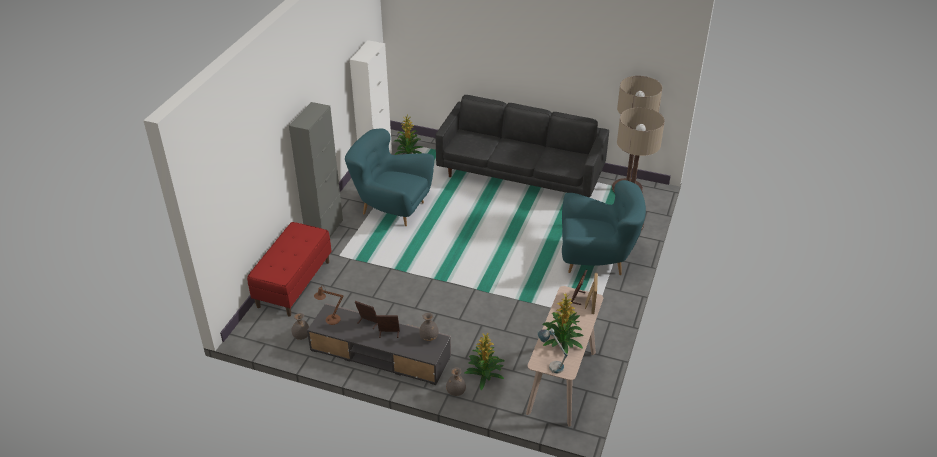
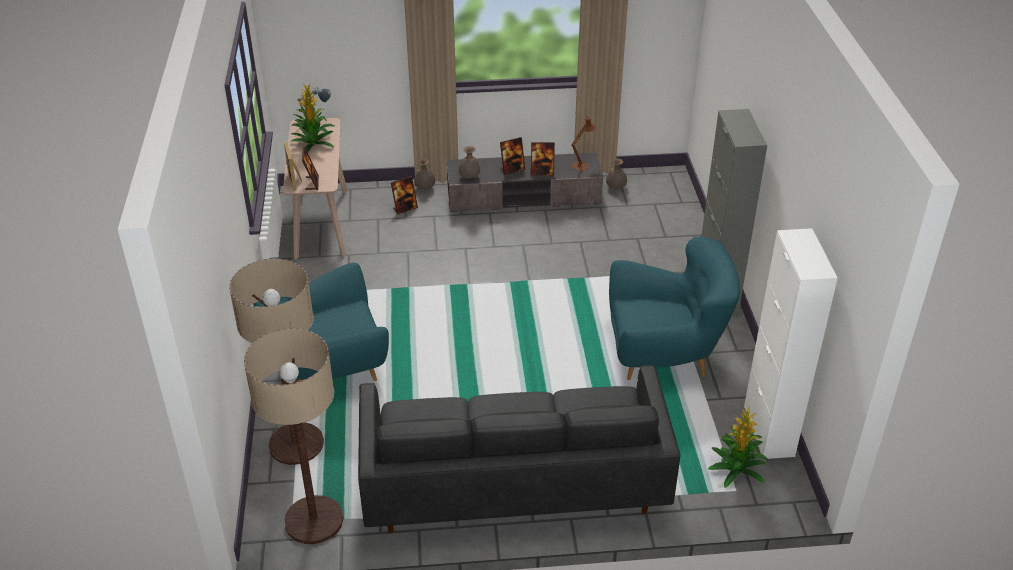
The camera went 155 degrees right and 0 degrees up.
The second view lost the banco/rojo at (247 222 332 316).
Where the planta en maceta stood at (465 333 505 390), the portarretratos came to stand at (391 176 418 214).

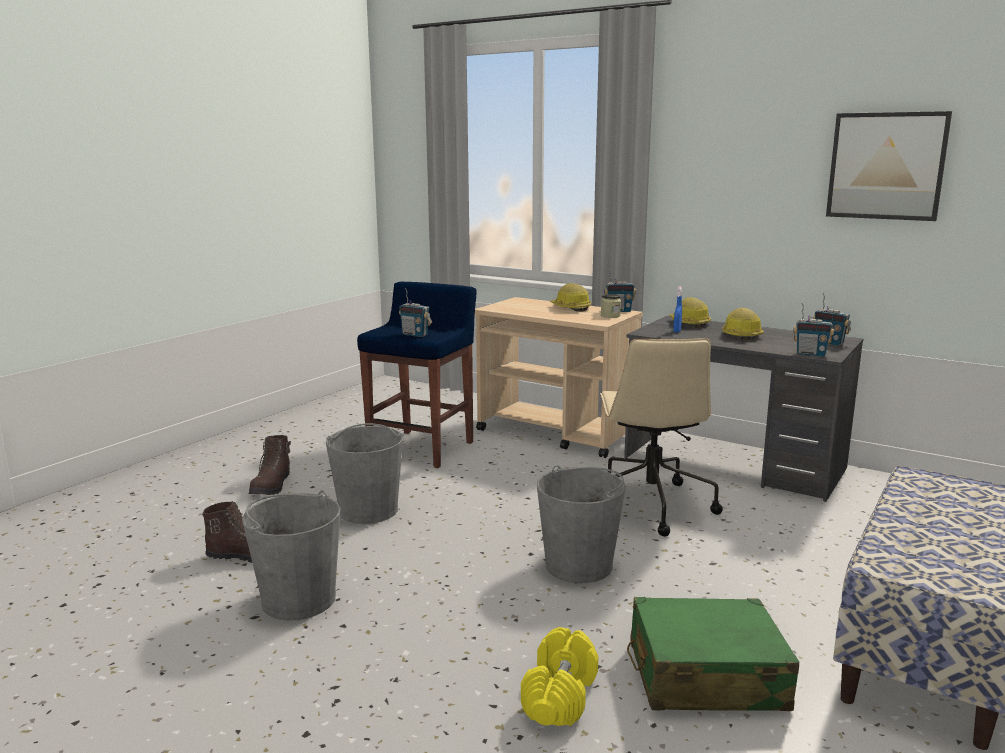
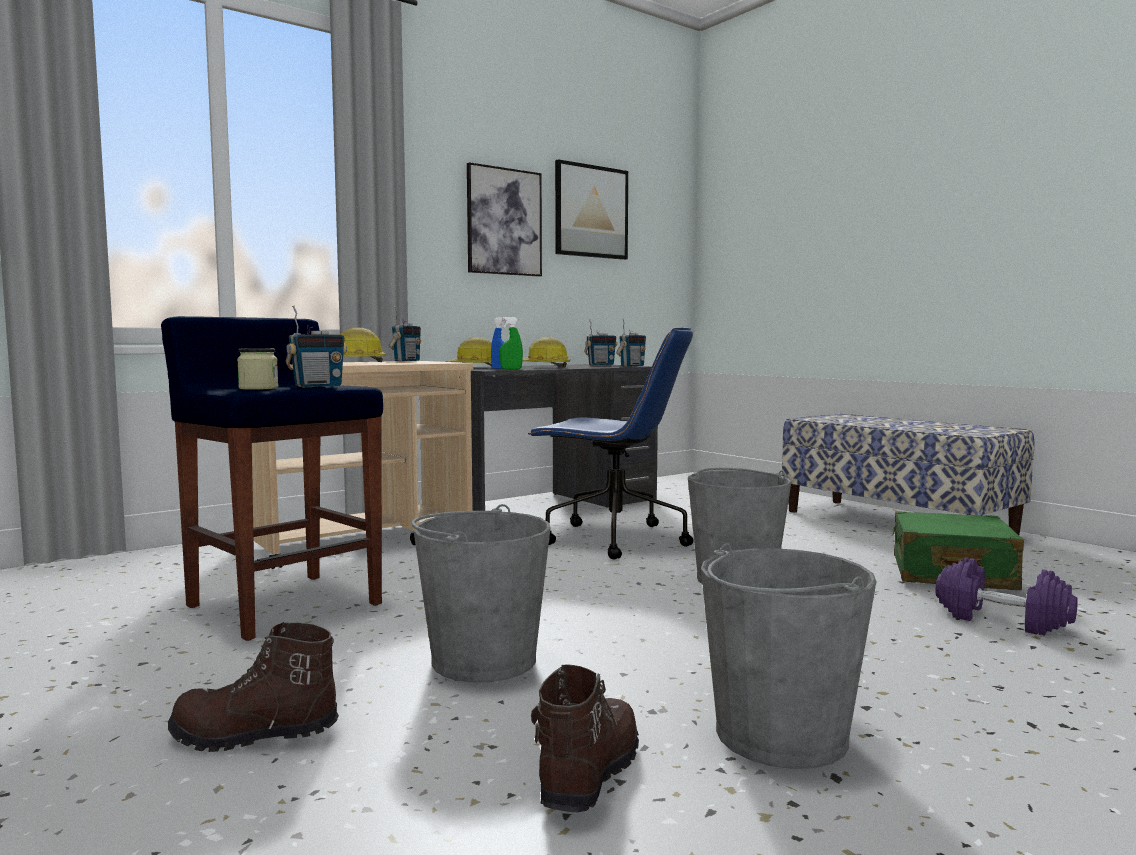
The camera went 70 degrees left and 10 degrees down.
The second view gained the cuadro at (467 162 542 277).
The second view gained the pulverizador/verde at (500 317 523 369).
The tarro ended up elsewhere, having gone from (601 294 621 318) to (237 348 278 390).
What was the mancuerna/amarillo at (521 627 598 726) turned into the mancuerna/morado at (936 557 1078 636).
What was the silla de oficina/beis at (600 338 723 536) turned into the silla de oficina/azul at (528 327 694 559).
The bota/marrón at (249 435 291 495) ended up facing another way, 150 degrees clockwise from before.

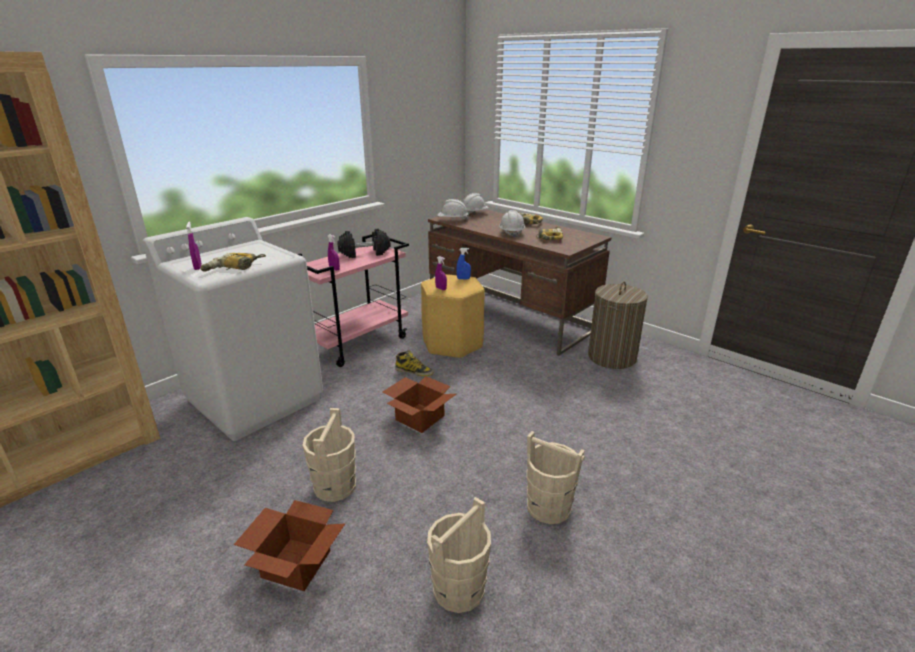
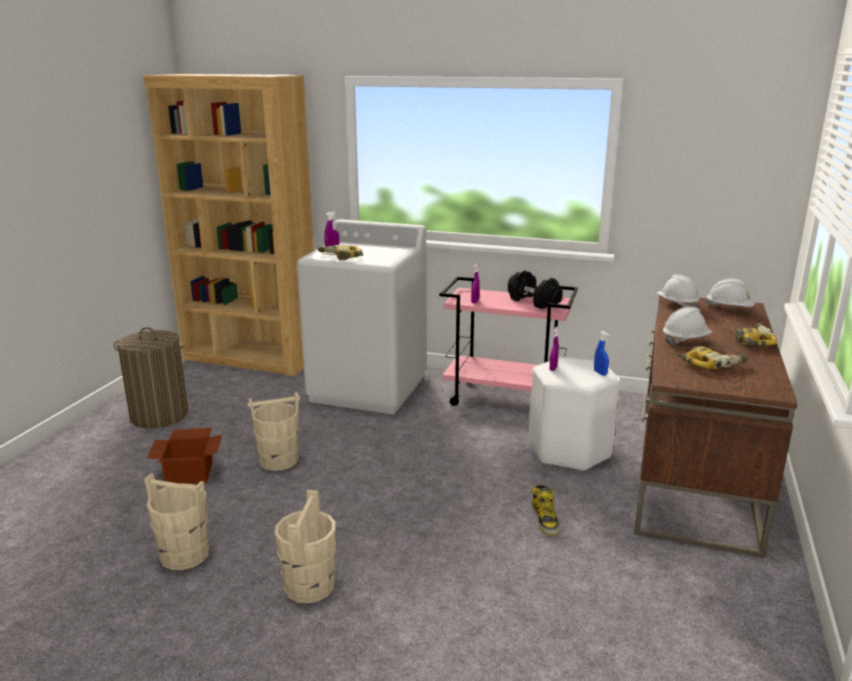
The camera went 65 degrees right and 5 degrees down.
The second view lost the caja de cartón at (382 376 456 433).
The bota ended up elsewhere, having gone from (395 350 434 376) to (531 485 559 535).
The cesto de la ropa ended up elsewhere, having gone from (588 281 648 369) to (114 327 188 429).
What was the taburete/amarillo at (421 274 485 358) turned into the taburete/blanco at (529 357 620 471).

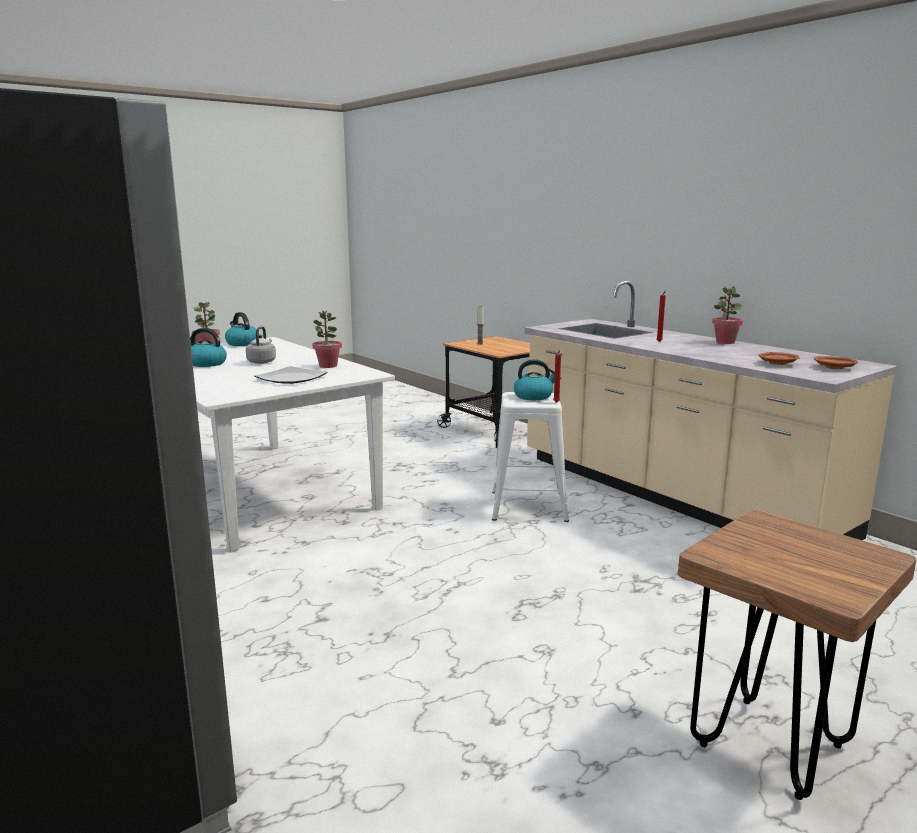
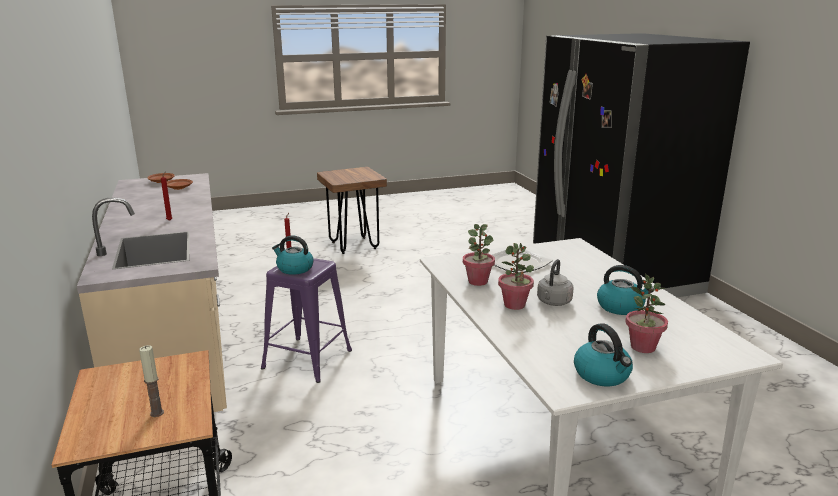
The camera went 160 degrees left and 5 degrees up.
The planta en maceta ended up elsewhere, having gone from (712 286 743 344) to (498 243 534 310).
What was the taburete/blanco at (492 392 569 522) turned into the taburete/morado at (261 258 352 383).

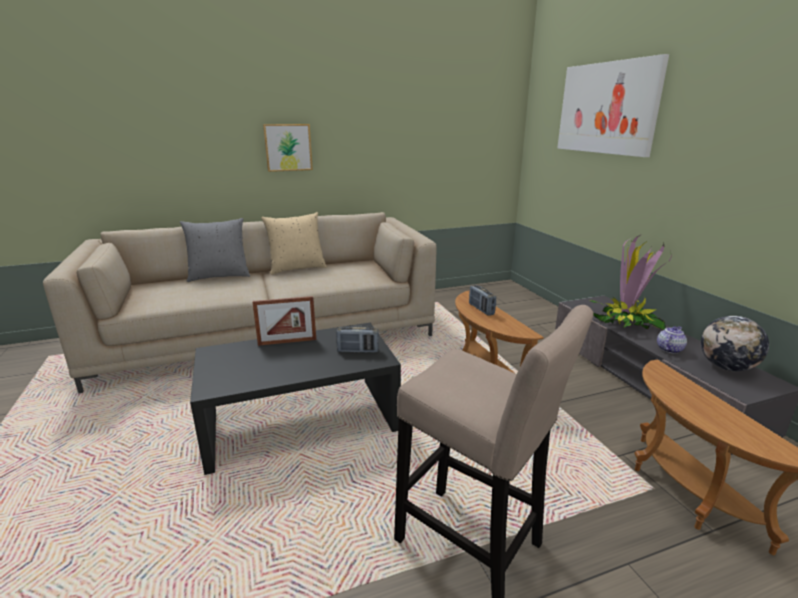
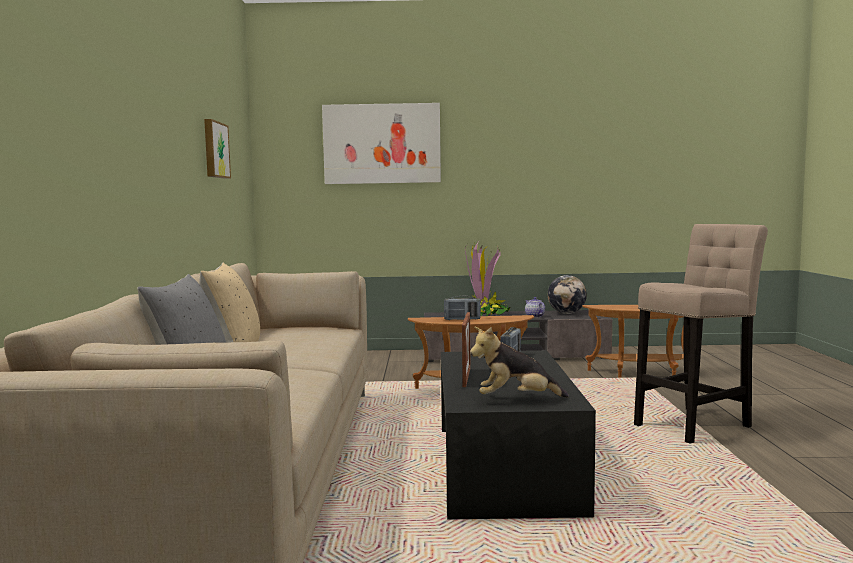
The camera went 70 degrees left and 15 degrees down.
The second view gained the peluche at (470 326 569 398).
The cuadro ended up elsewhere, having gone from (263 124 313 172) to (204 119 231 179).

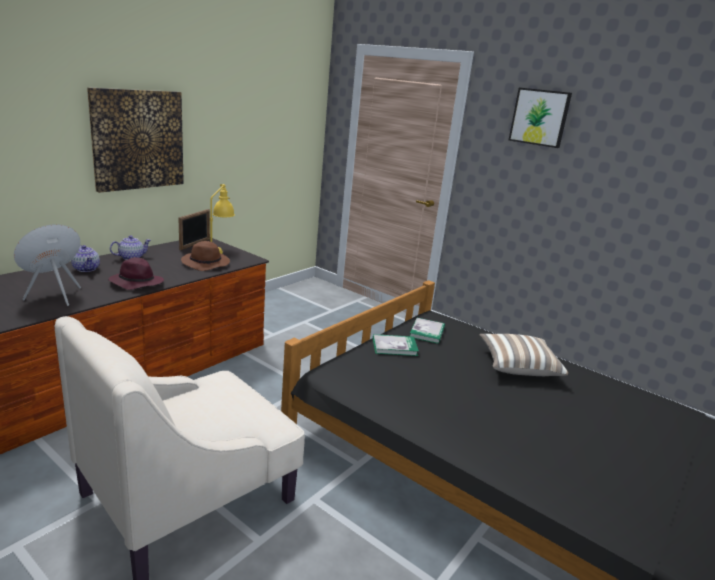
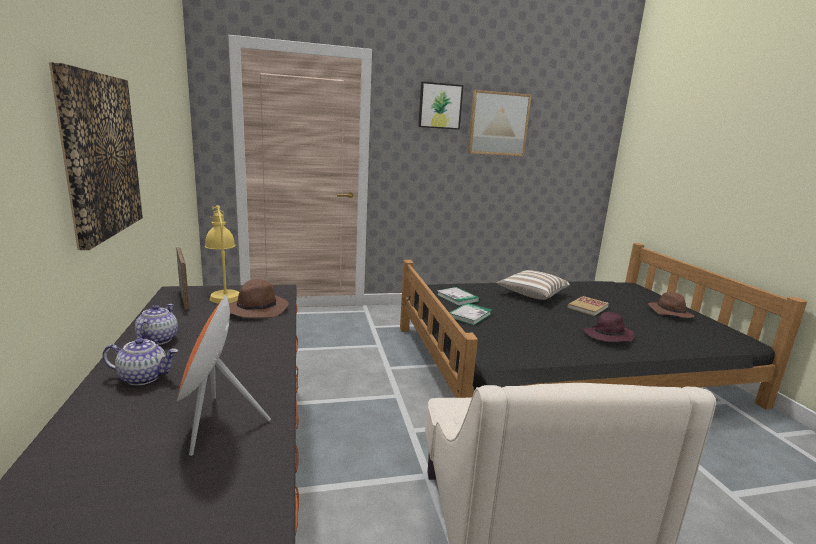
The camera went 50 degrees left and 5 degrees down.
The second view gained the cuadro at (468 90 532 156).
The second view gained the libro at (567 296 609 316).
The second view gained the sombrero/marrón at (648 292 694 318).
The sombrero/morado ended up elsewhere, having gone from (108 257 164 290) to (584 312 635 342).

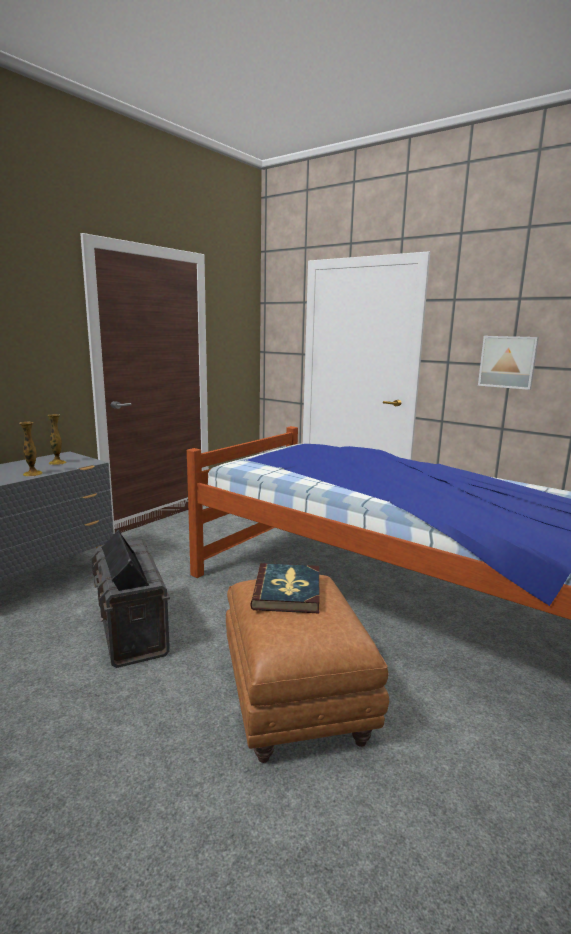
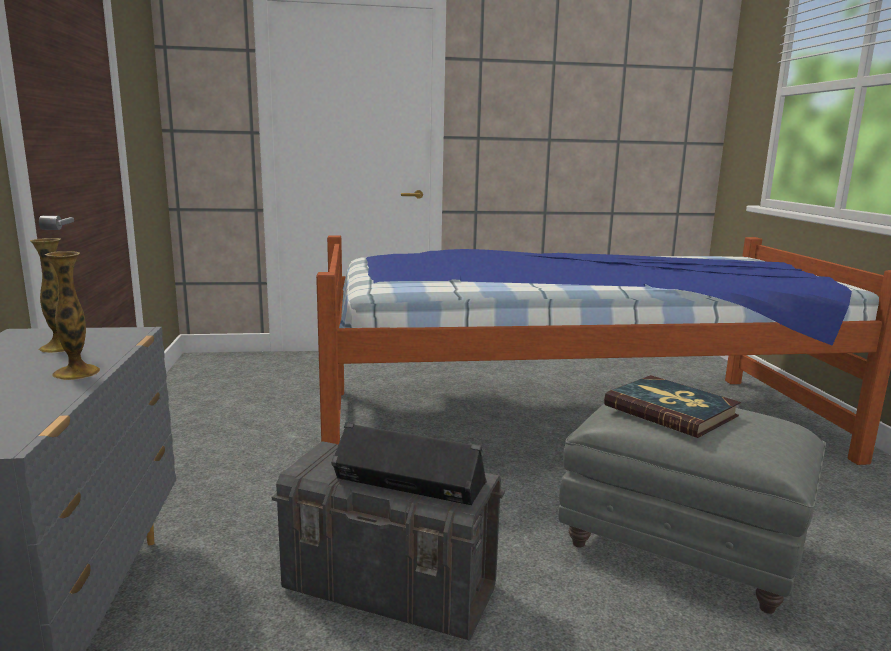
The camera went 45 degrees left and 0 degrees up.
The second view lost the cuadro at (478 336 539 390).
What was the puf/marrón at (226 575 389 763) turned into the puf/gris at (558 404 826 614).

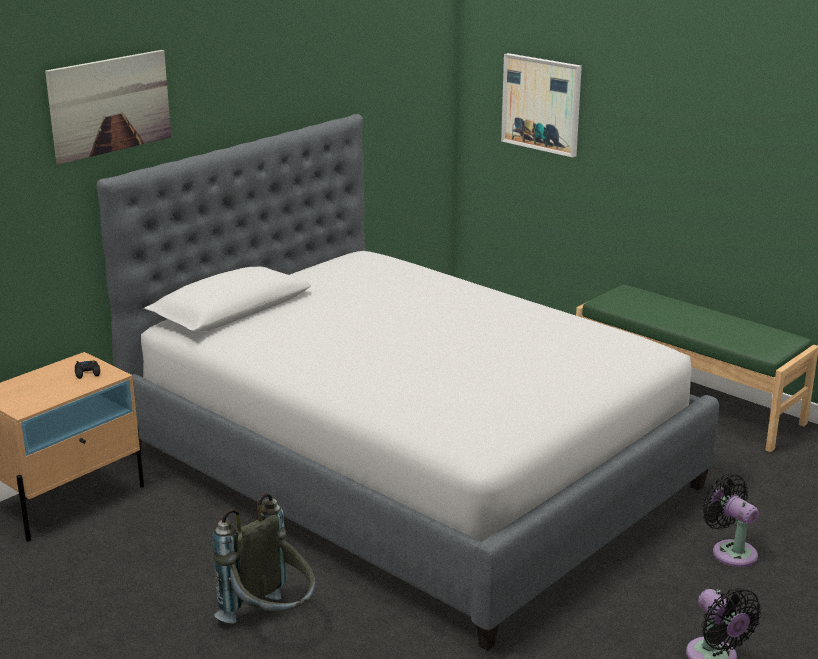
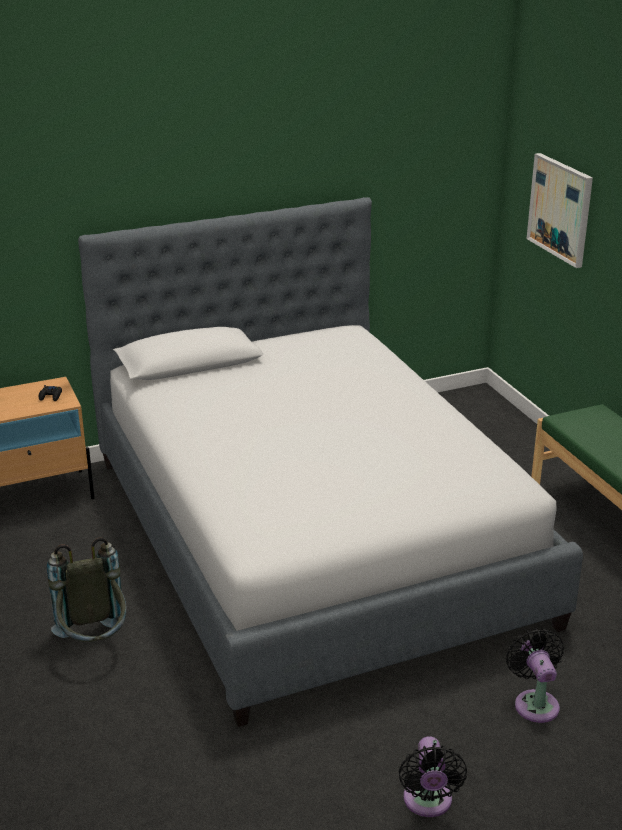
The camera went 25 degrees right and 5 degrees up.
The second view lost the cuadro at (45 50 171 164).

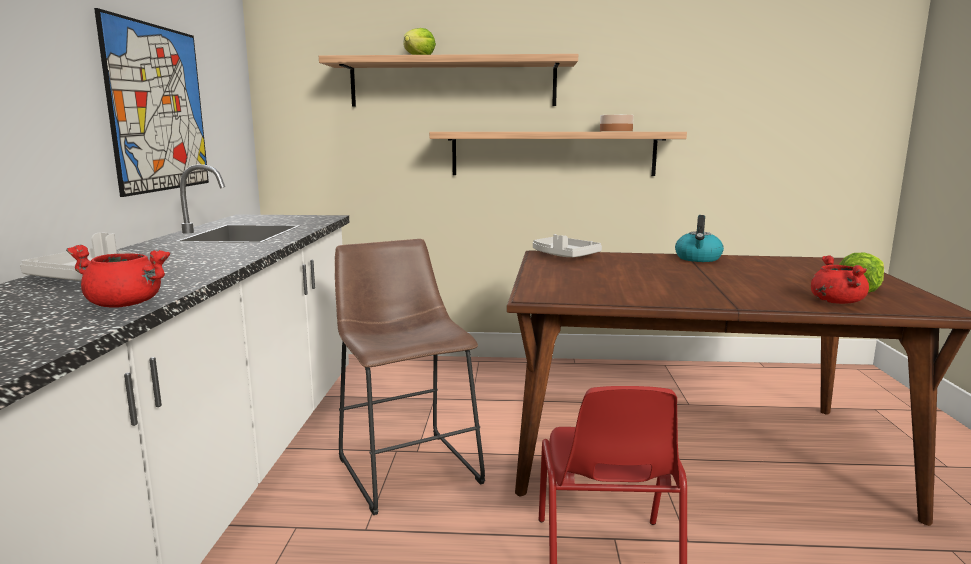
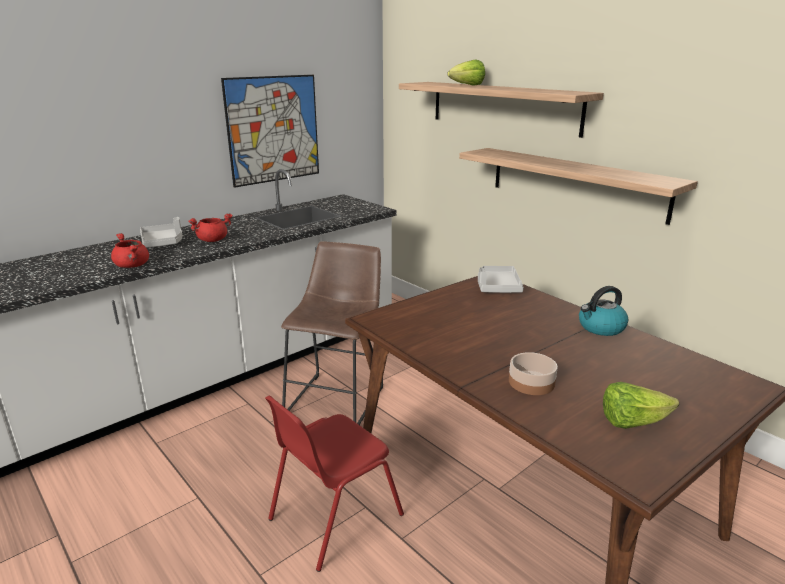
The camera went 45 degrees right and 10 degrees up.
The cuenco ended up elsewhere, having gone from (600 115 634 131) to (509 352 558 395).
The olla/rojo ended up elsewhere, having gone from (811 255 869 304) to (189 213 233 242).

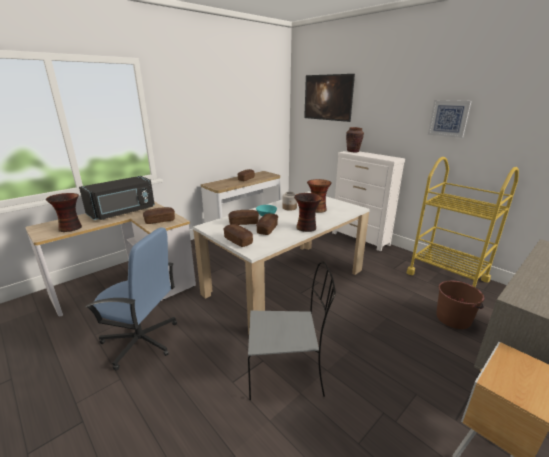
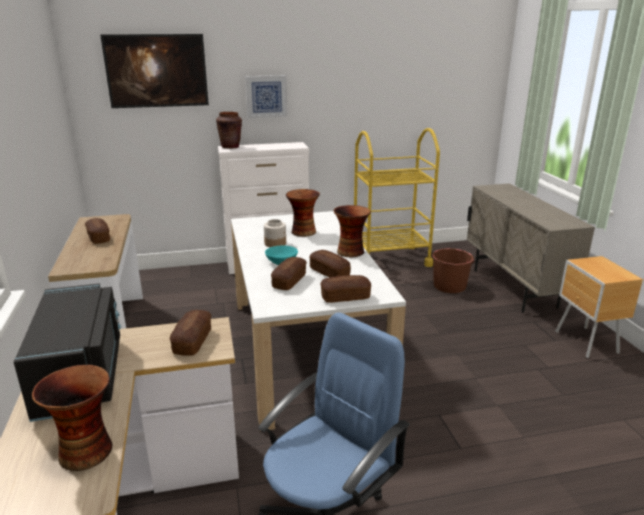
The camera went 60 degrees left and 0 degrees up.
The second view lost the silla/gris at (248 262 336 400).
The cuadro ended up elsewhere, having gone from (428 100 472 138) to (245 75 287 118).

